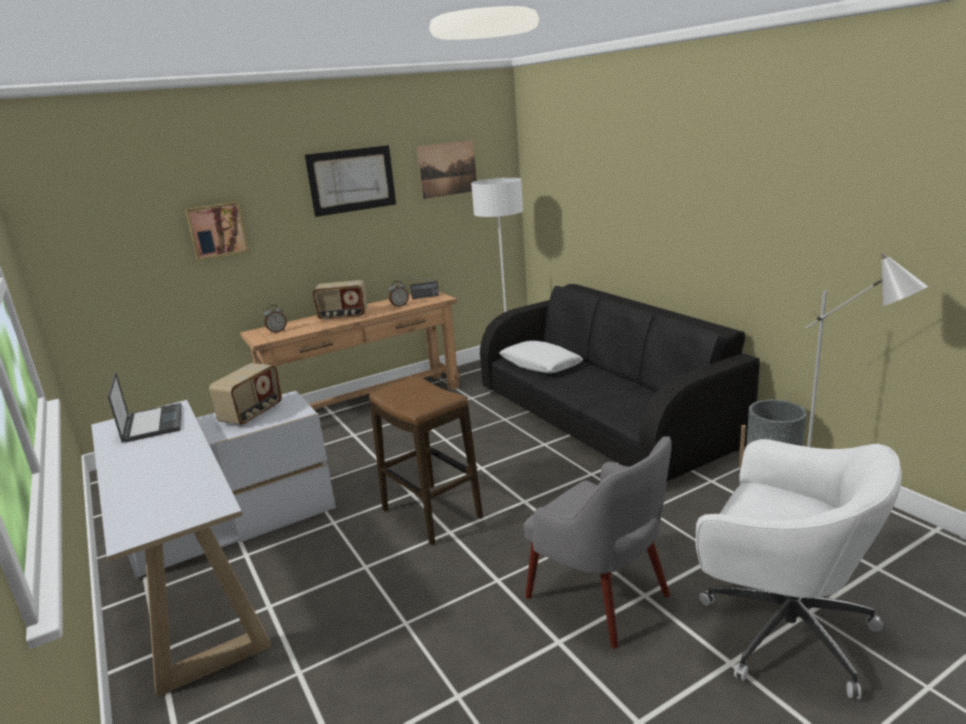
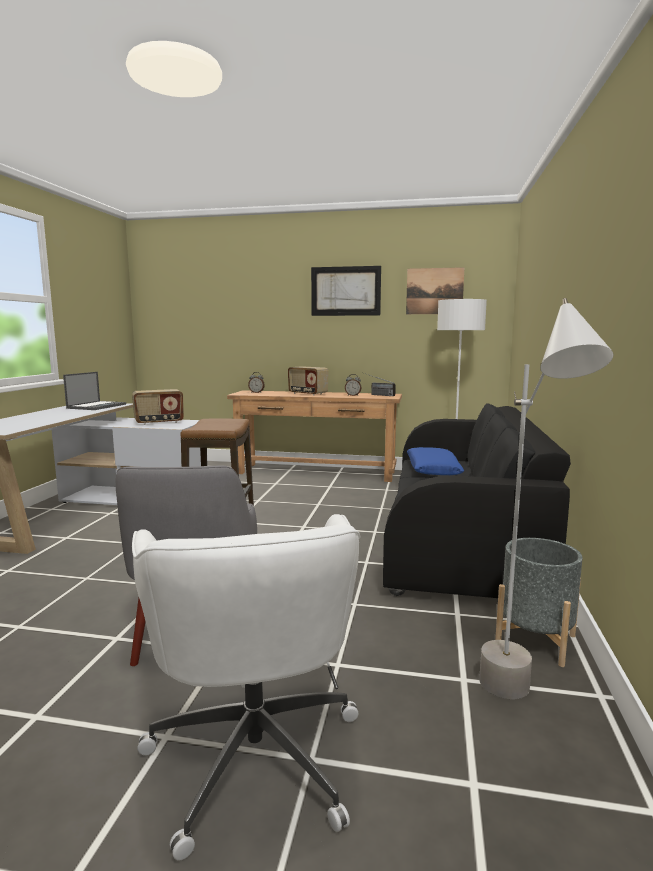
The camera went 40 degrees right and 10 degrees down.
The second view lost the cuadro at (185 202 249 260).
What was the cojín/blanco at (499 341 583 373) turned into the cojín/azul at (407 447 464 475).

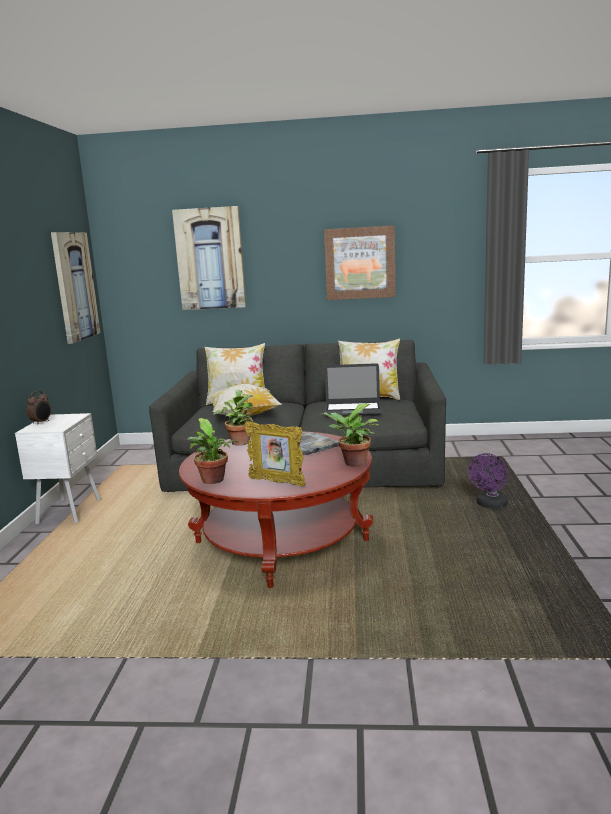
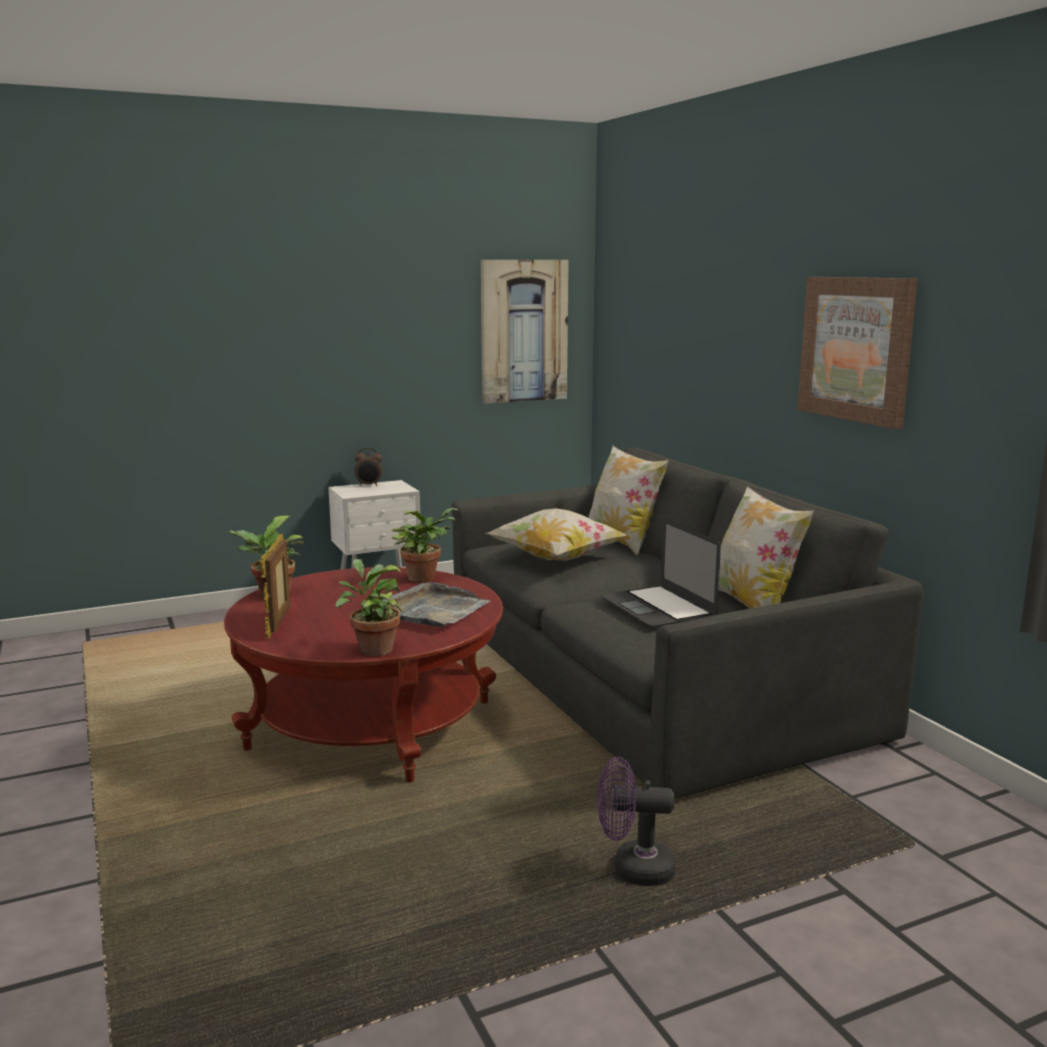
The camera went 60 degrees right and 0 degrees up.
The second view lost the cuadro at (172 206 246 310).

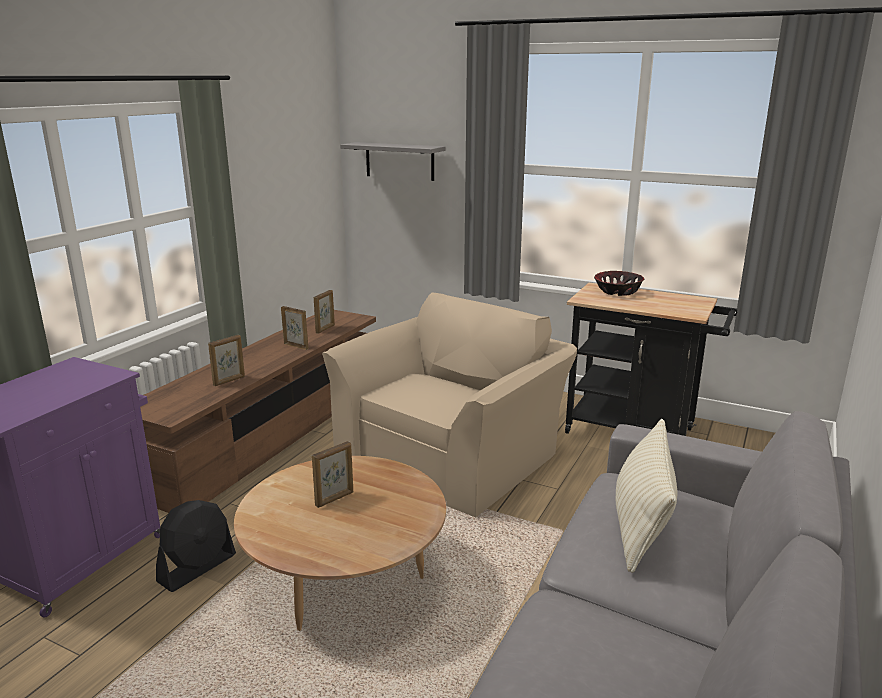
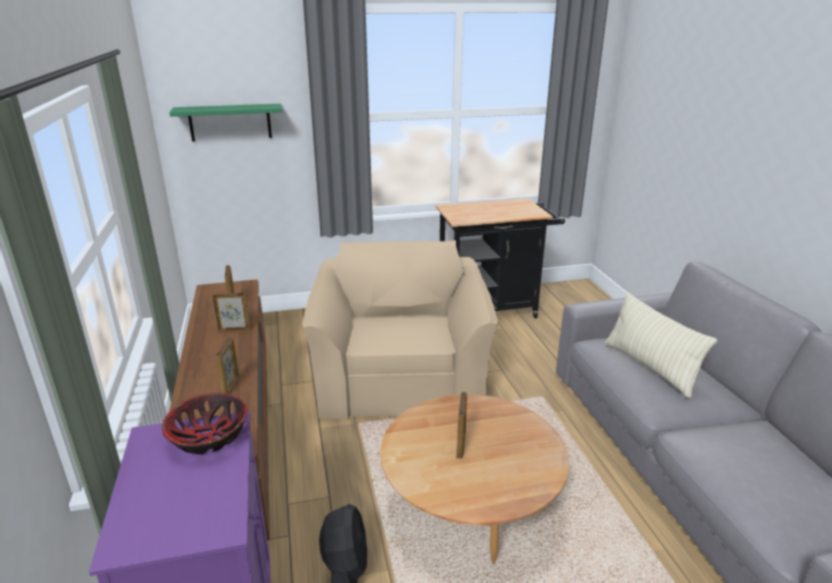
The camera went 40 degrees left and 5 degrees up.
The cuenco ended up elsewhere, having gone from (594 271 644 296) to (162 393 248 454).
What was the estante/gris at (340 142 446 181) turned into the estante/verde at (169 104 282 142).

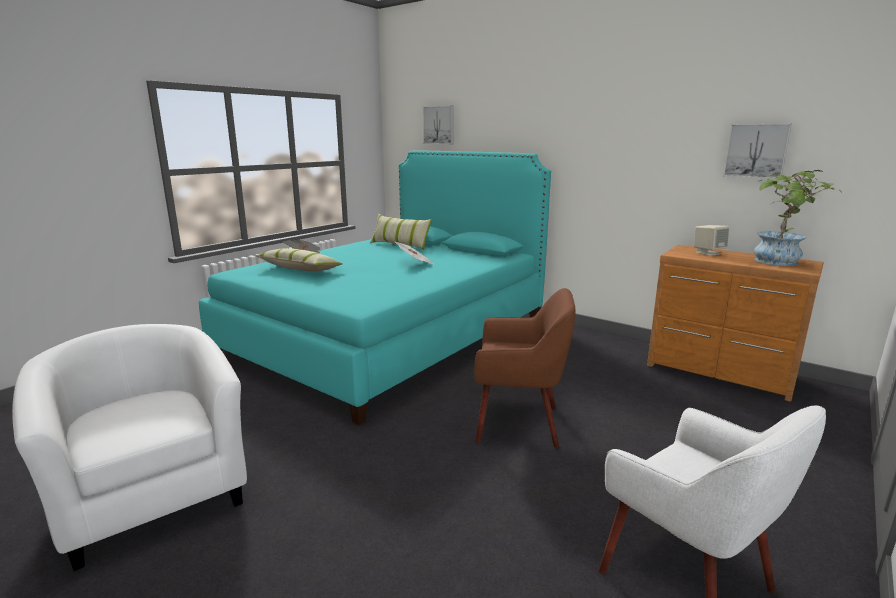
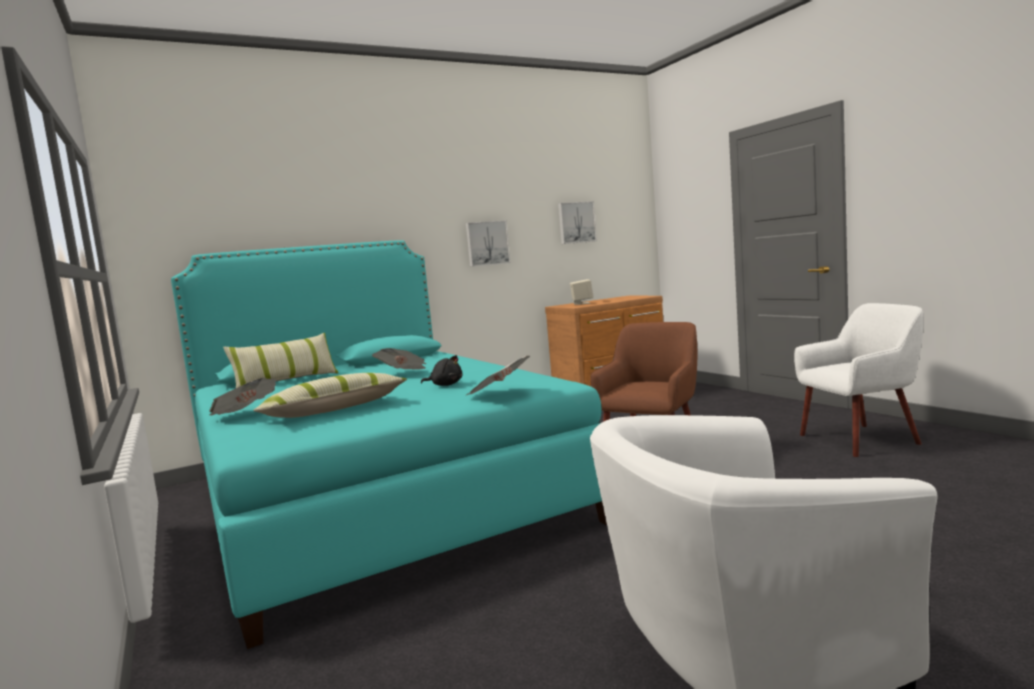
The camera went 65 degrees left and 10 degrees down.
The second view lost the planta en maceta at (754 170 839 266).
The second view gained the peluche/negro at (421 355 463 386).
The second view gained the periódico at (466 354 530 395).
The cuadro ended up elsewhere, having gone from (423 106 454 144) to (466 220 510 267).

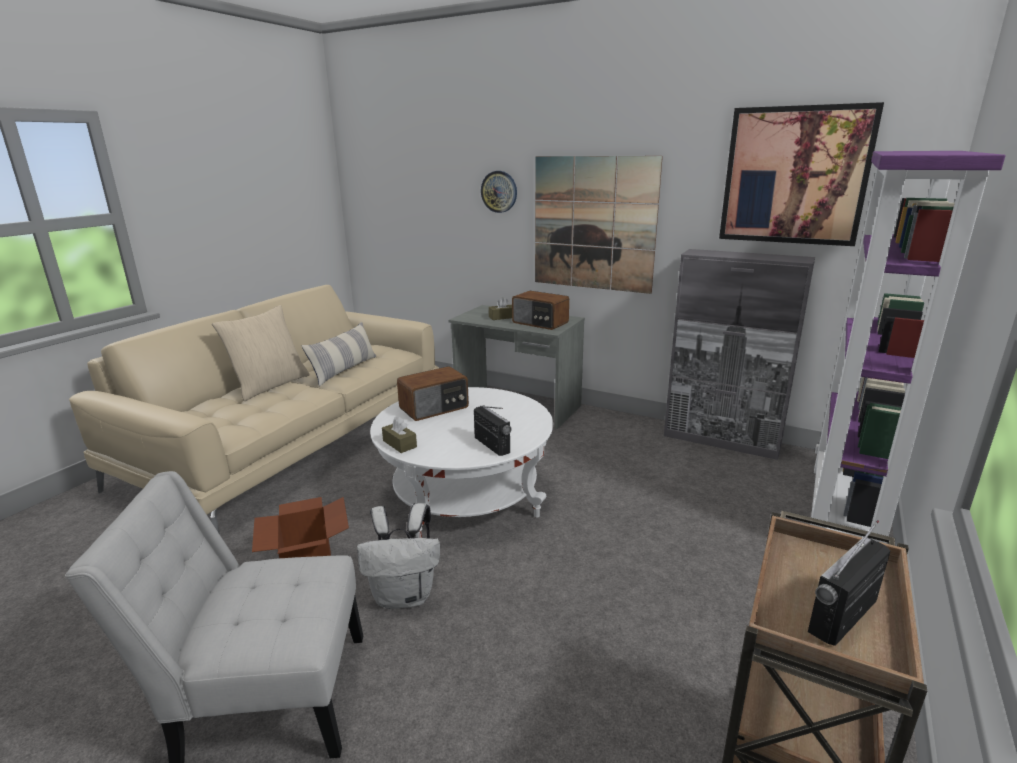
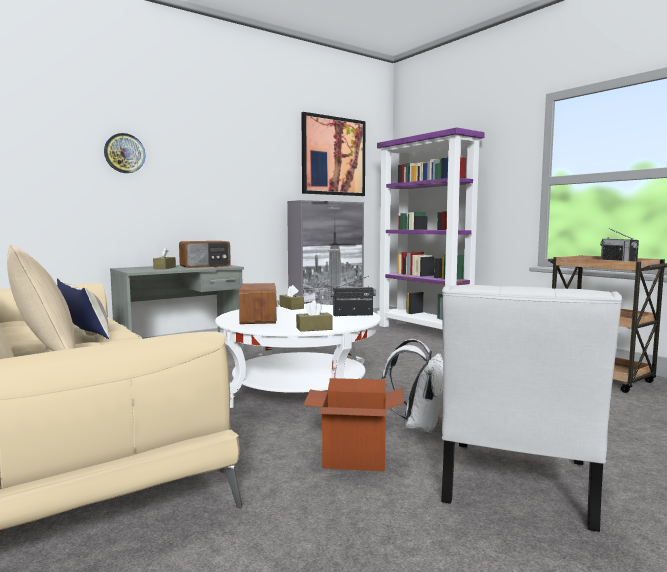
The camera went 65 degrees left and 15 degrees down.
The second view lost the cuadro at (535 156 663 294).
The second view gained the caja de pañuelos/marrón at (279 285 304 310).

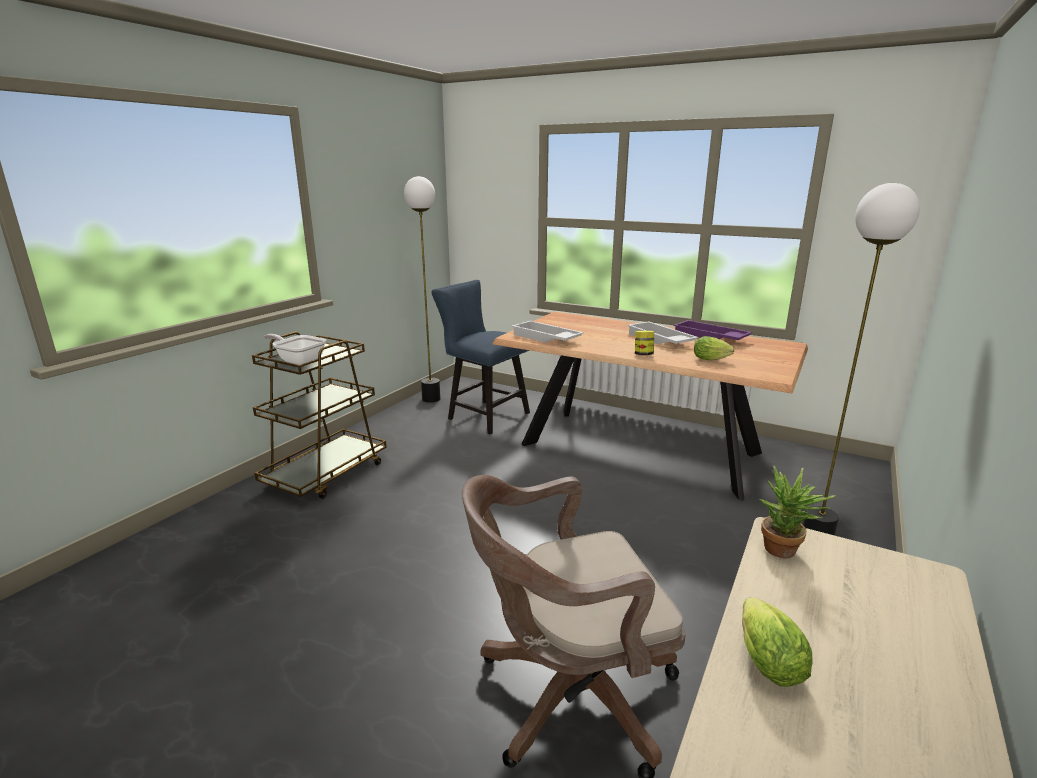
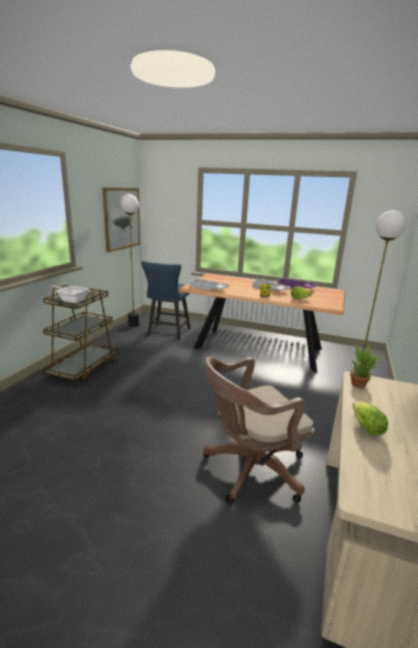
The camera went 10 degrees left and 0 degrees up.
The second view gained the cuadro at (102 187 140 252).
The silla/azul at (431 280 530 435) ended up facing another way, 105 degrees counterclockwise from before.

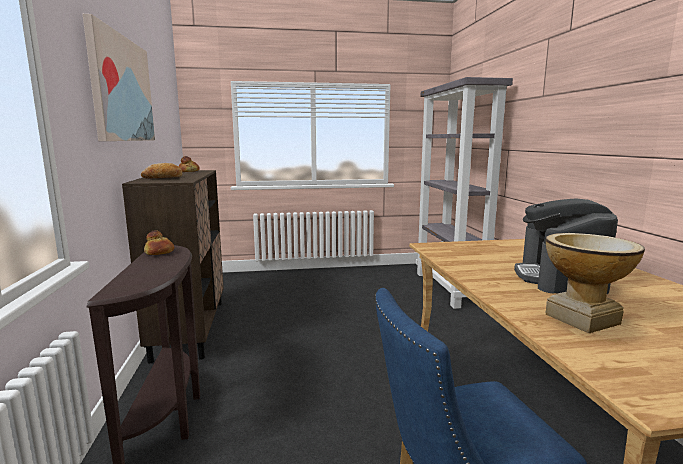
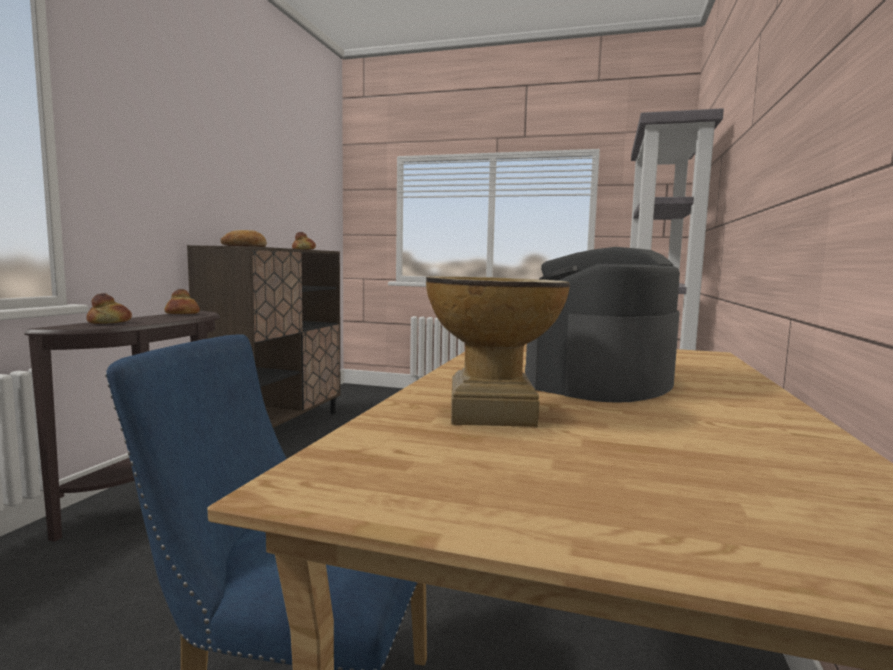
The camera went 25 degrees right and 5 degrees down.
The second view lost the cuadro at (83 14 155 141).
The second view gained the pan at (86 293 132 324).

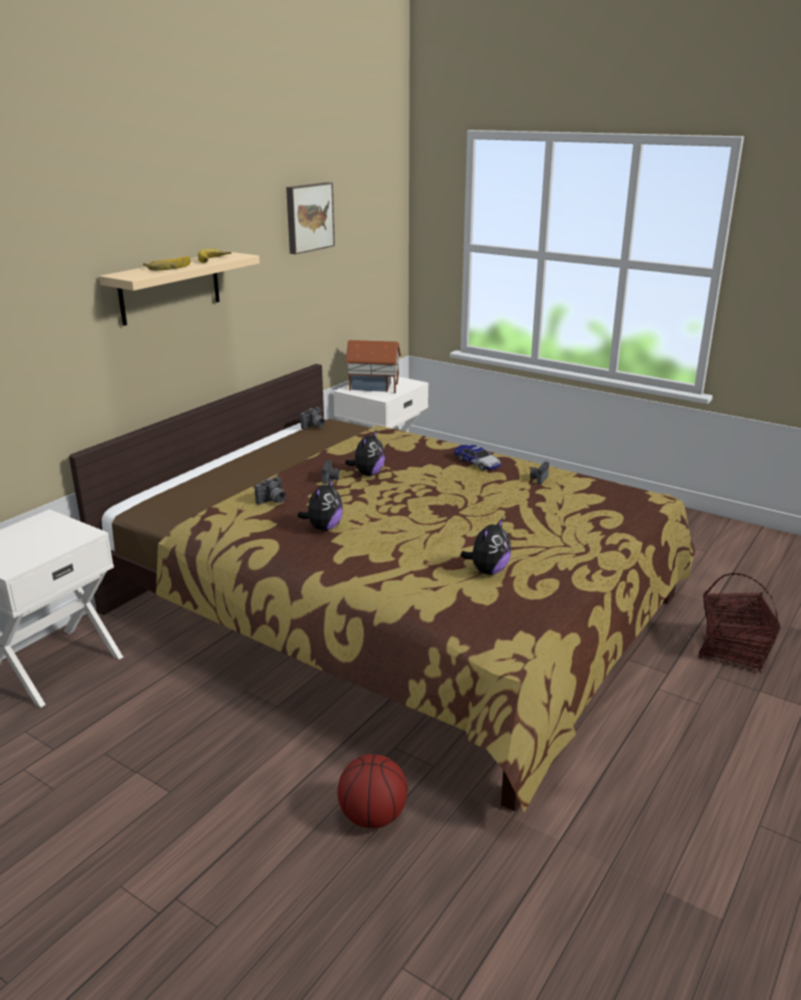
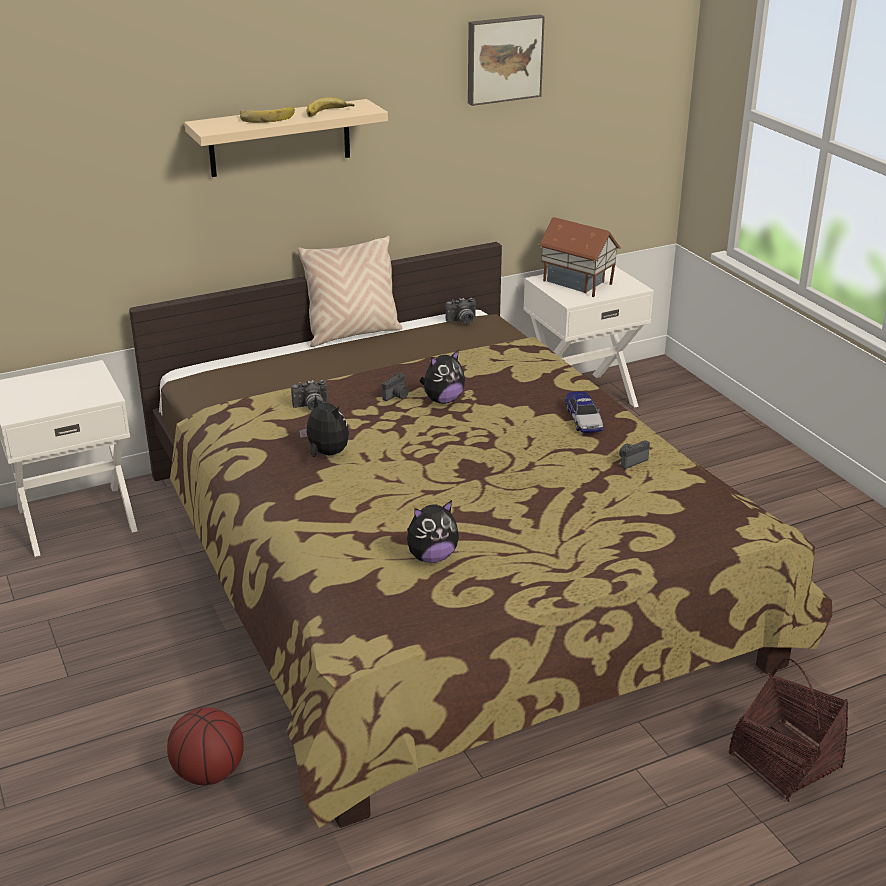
The camera went 30 degrees right and 5 degrees up.
The second view gained the cojín/beis at (298 236 402 347).
The peluche at (297 478 343 531) ended up facing another way, 105 degrees counterclockwise from before.

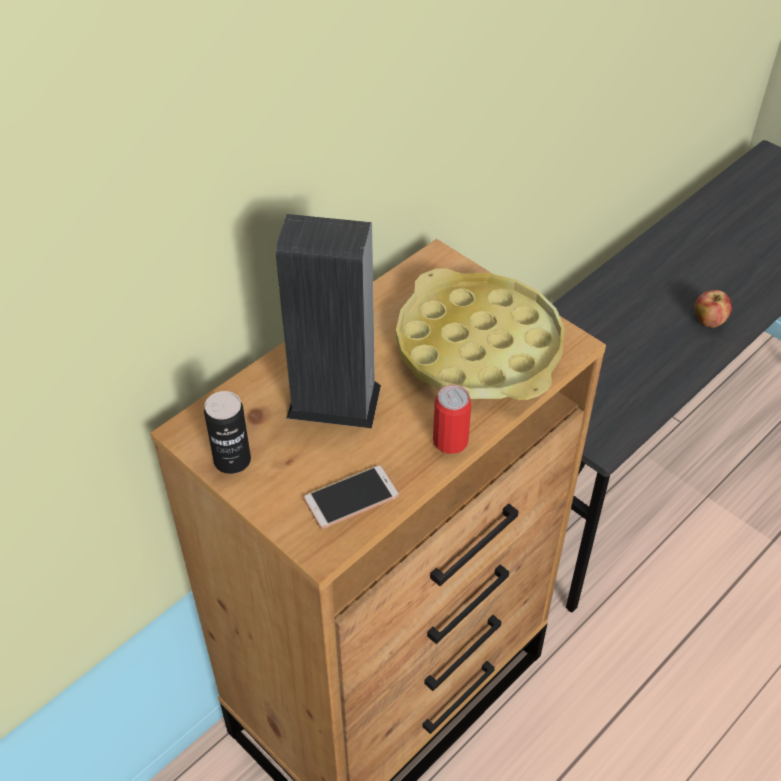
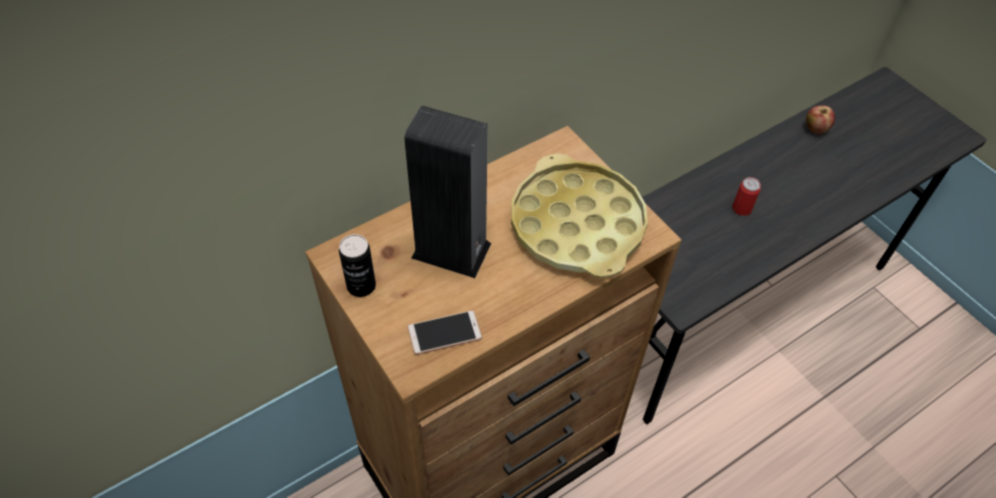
The camera went 10 degrees right and 5 degrees up.
The lata ended up elsewhere, having gone from (433 385 471 454) to (732 177 761 216).
The manzana ended up elsewhere, having gone from (695 290 732 328) to (806 105 835 134).

